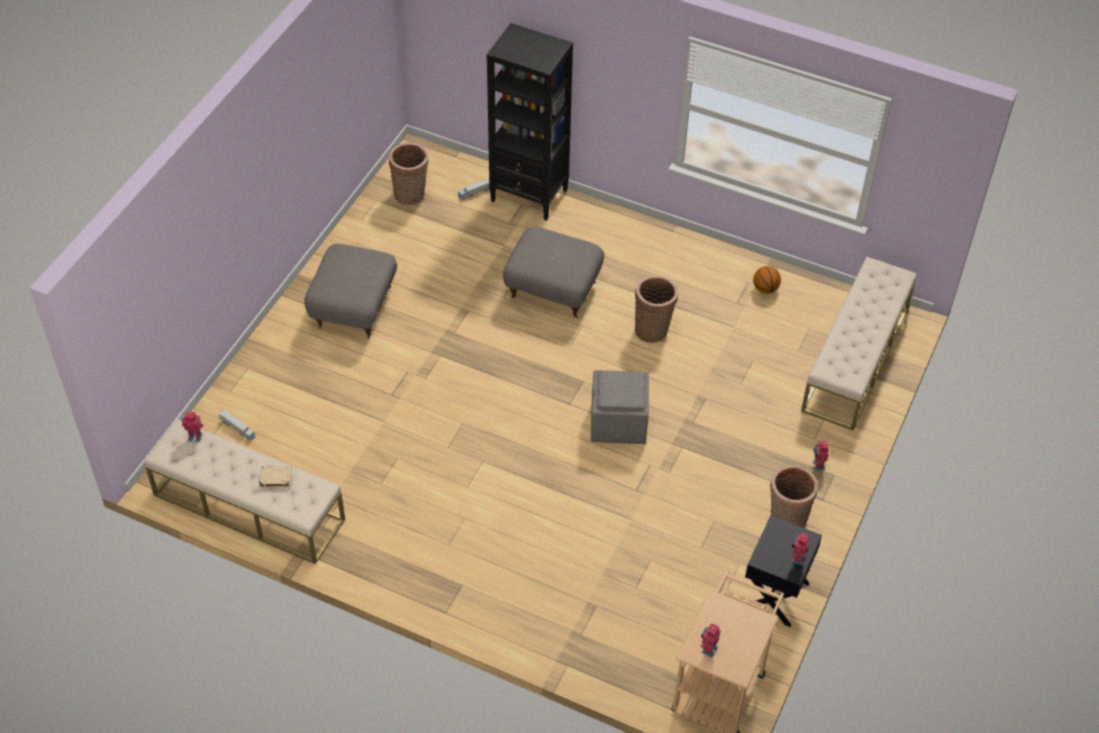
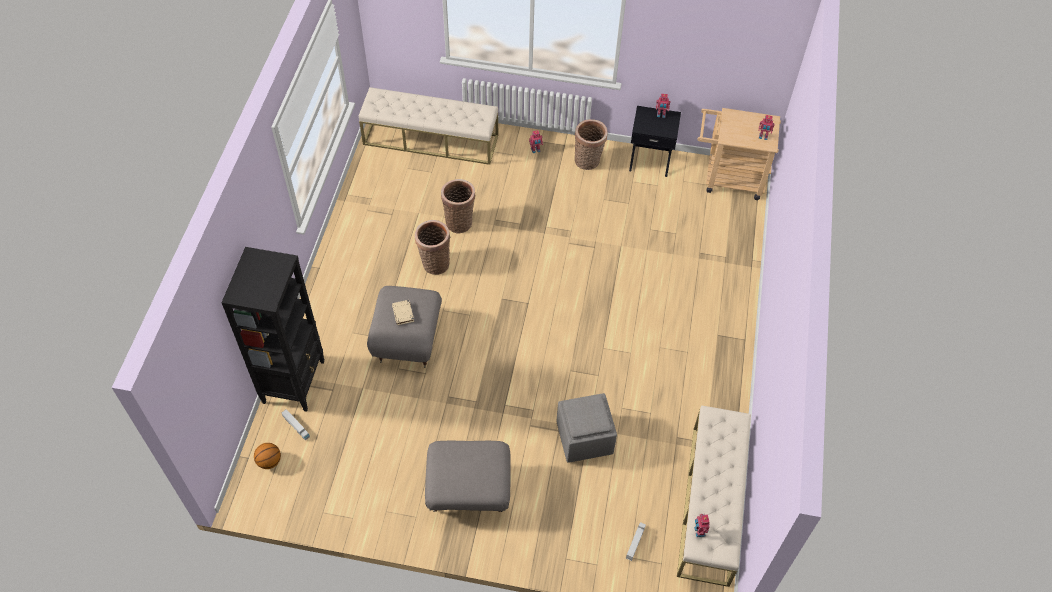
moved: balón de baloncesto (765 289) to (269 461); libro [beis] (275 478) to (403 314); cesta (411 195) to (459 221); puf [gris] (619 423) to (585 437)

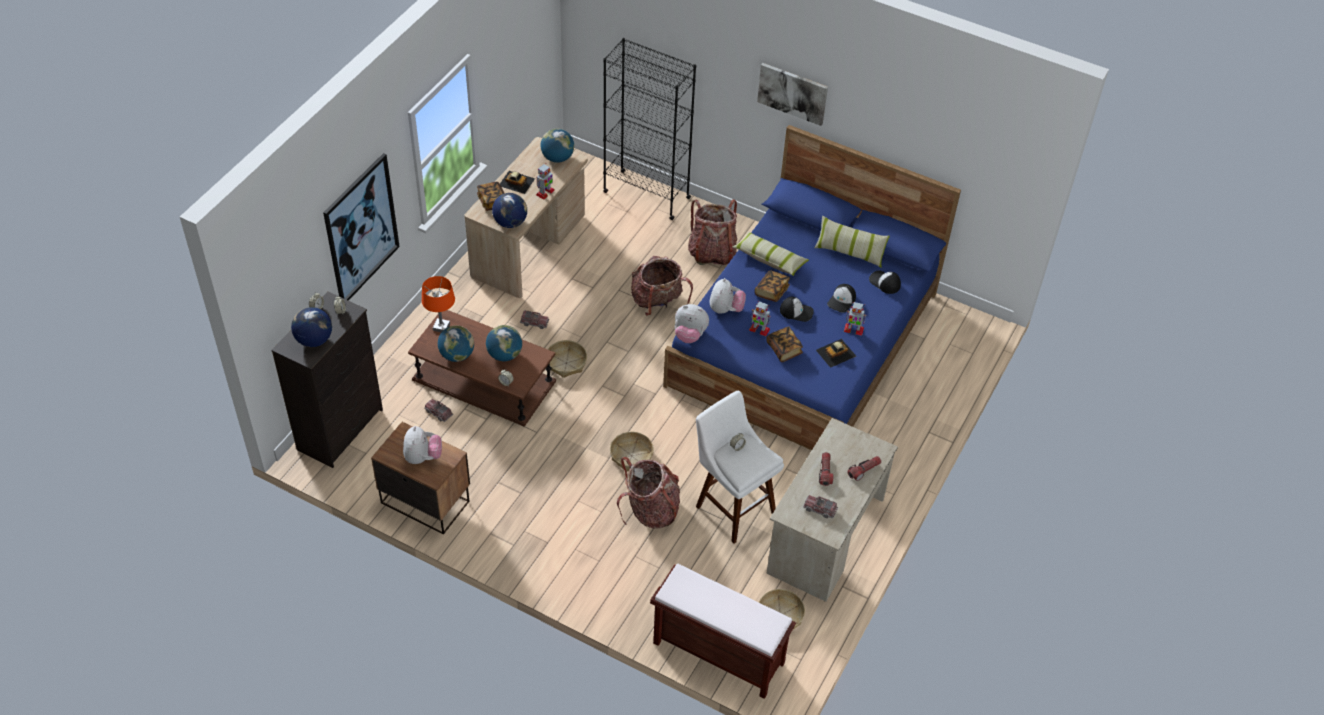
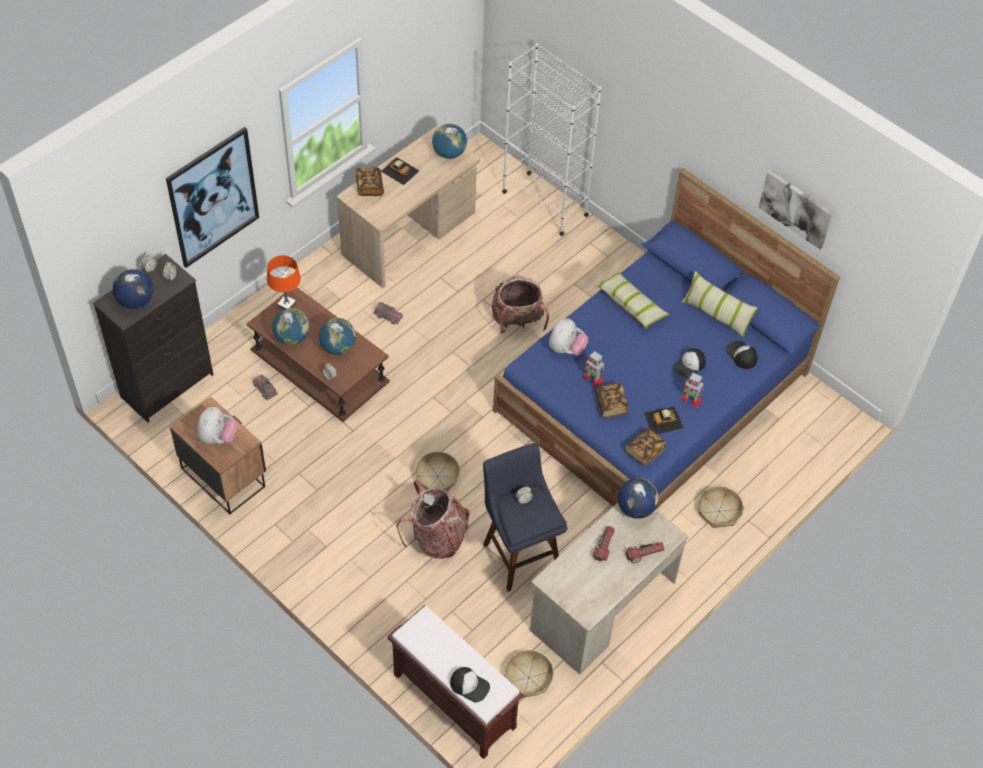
removed: robot de juguete (545 192); peluche (690 335); mochila (712 252); camión de juguete (820 509)
moved: gorra (796 311) to (470 685); globo terráqueo (510 222) to (636 508); libro (771 291) to (644 451); cesta (566 363) to (719 511); cuadro (792 93) to (796 208)
recoloured: taburete [blanco] (732 506) to taburete [azul] (519 552); estantería [negro] (646 194) to estantería [blanco] (544 203)

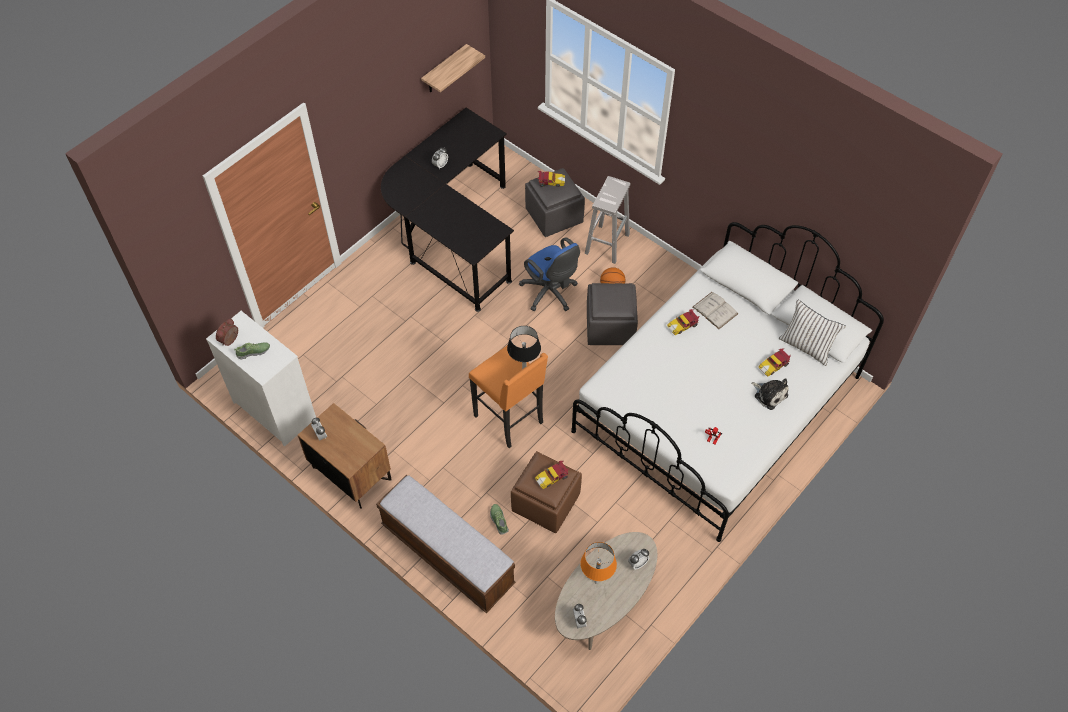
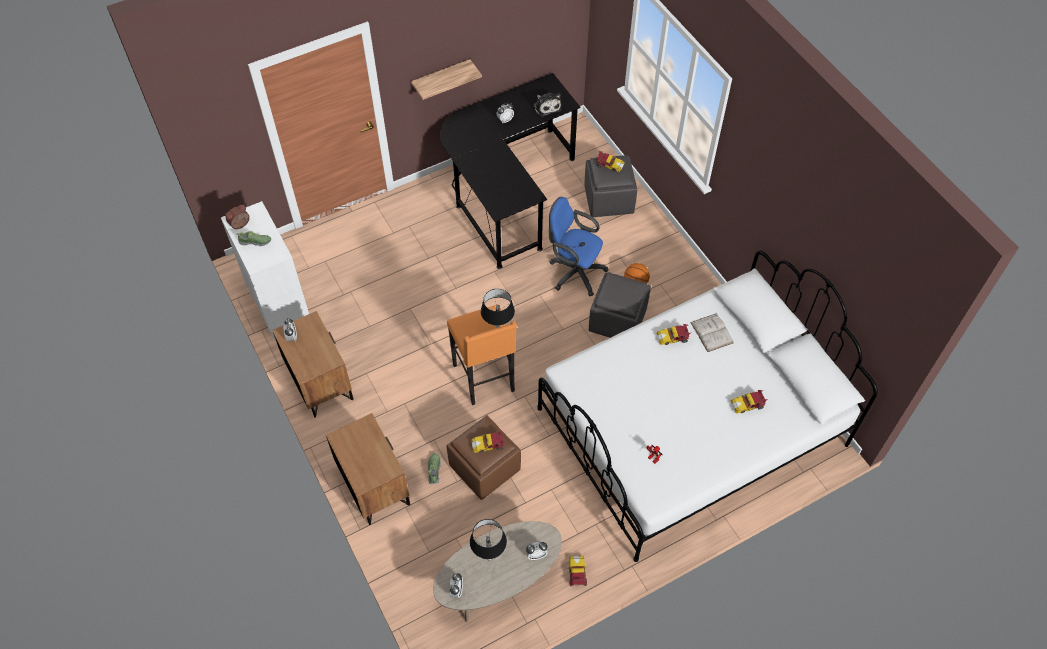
removed: taburete [blanco] (607 243); cojín [blanco] (806 346)
added: coche de juguete (577 574)
moved: estante (444 70) to (441 79); peluche (769 394) to (546 106)
replaced: banco (447 554) to mesita de noche [marrón] (373 486)
recoloured: lámpara de mesa [naranja] (596 581) to lámpara de mesa [negro] (489 558)
turned: silla de oficina [azul] (550 294) = (574 272) 135 degrees clockwise

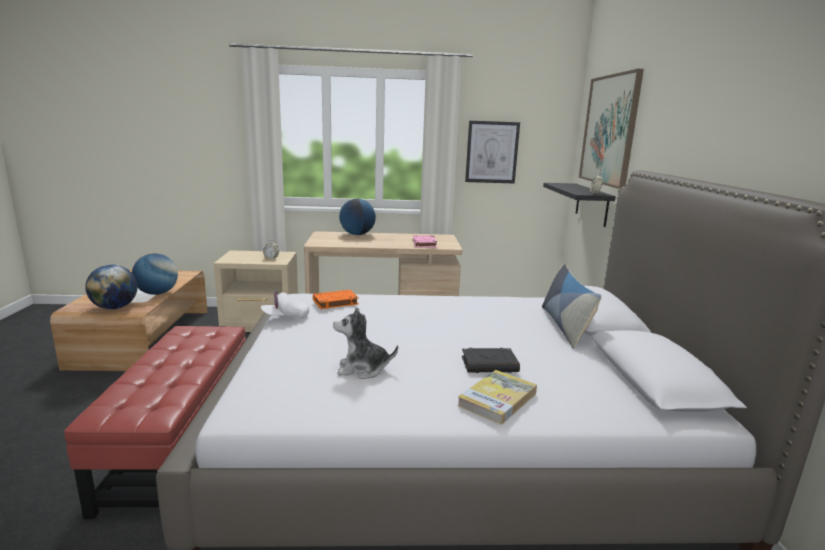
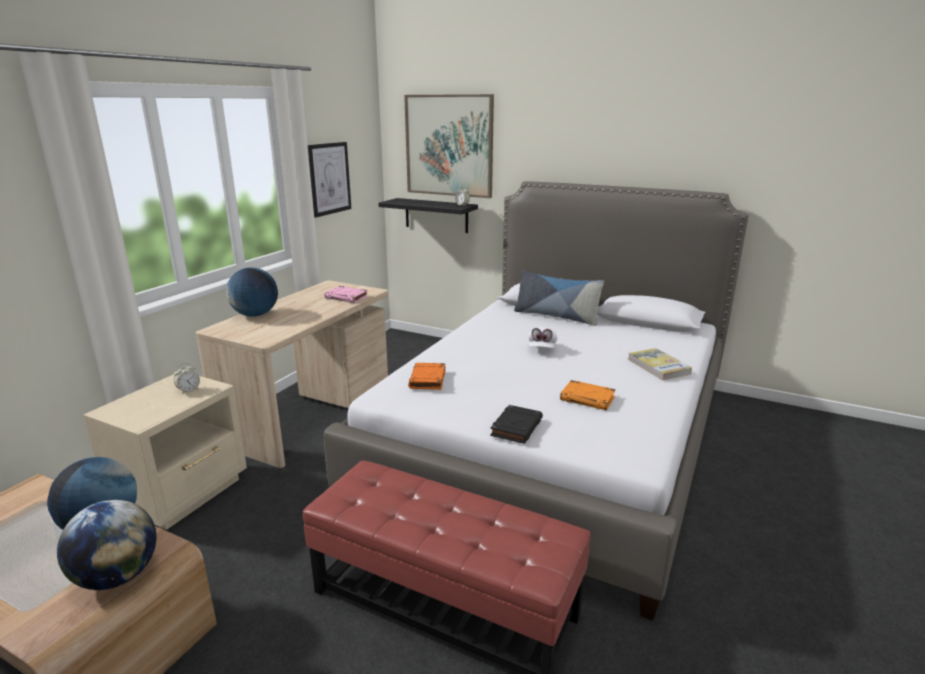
moved: libro [negro] (490 364) to (516 427); gorra [blanco] (285 317) to (541 348)
replaced: peluche (362 369) to libro [naranja] (588 399)

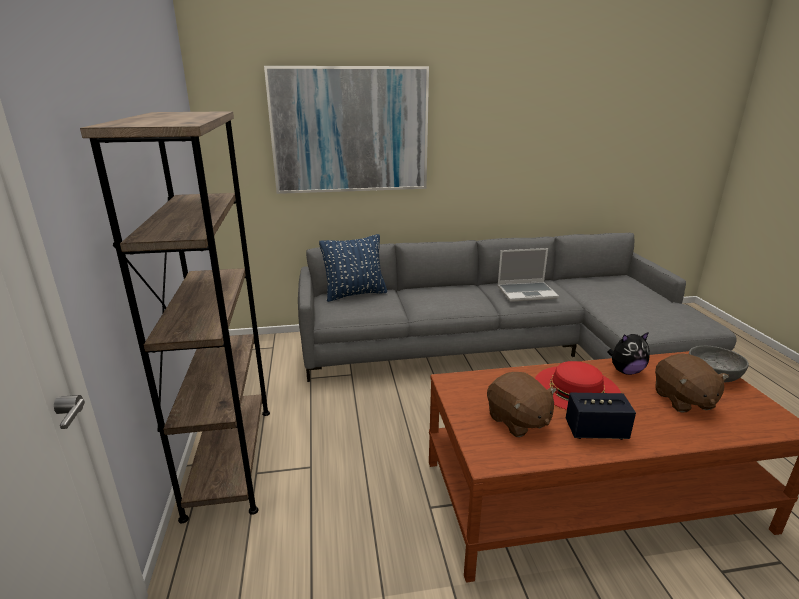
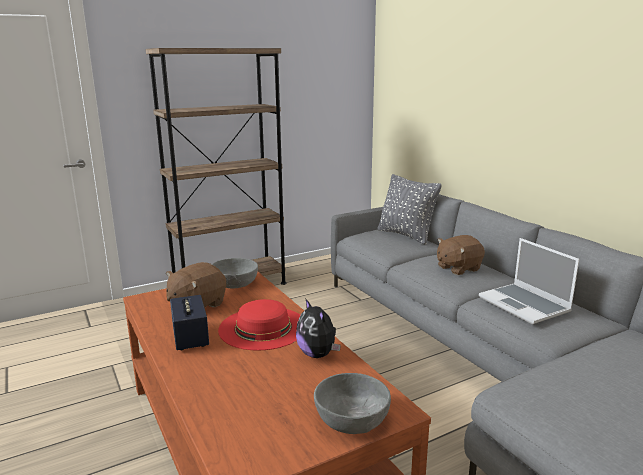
removed: cuadro (350 130)
added: cuenco [gris] (235 283)
moved: peluche [marrón] (683 400) to (458 268)
recoloured: cojín [azul] (355 294) to cojín [gris] (406 235)

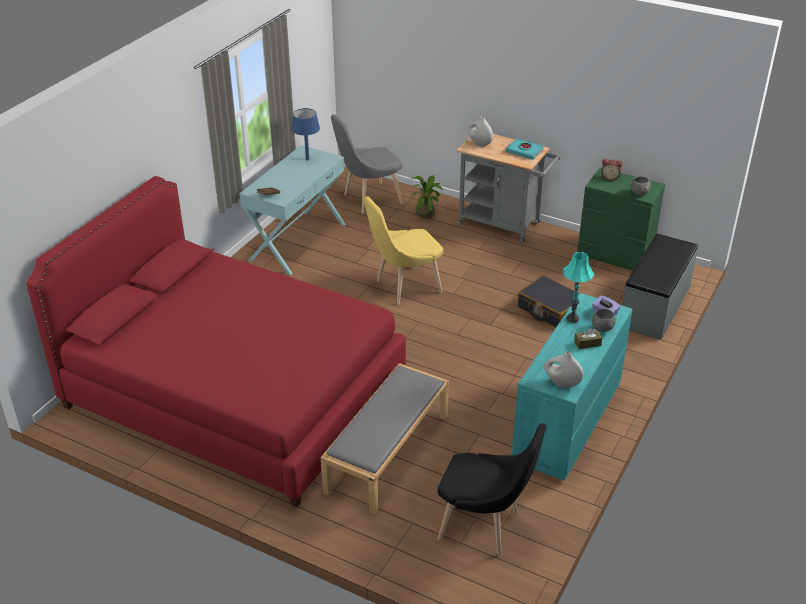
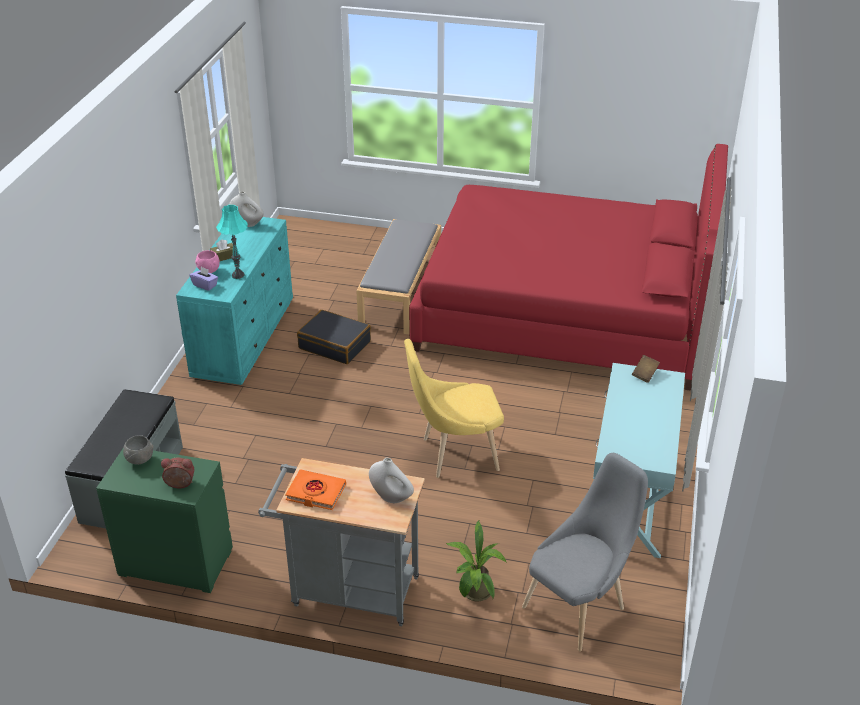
removed: lámpara de mesa [azul] (307 159); silla [negro] (484 526)
moved: maleta [negro] (550 309) to (335 345)
recoloured: cuenco [gris] (602 329) to cuenco [rosa] (208 271); libro [turquesa] (524 151) to libro [naranja] (316 493)
turned: silla [amarillo] (404 287) = (454 454) 150 degrees counterclockwise

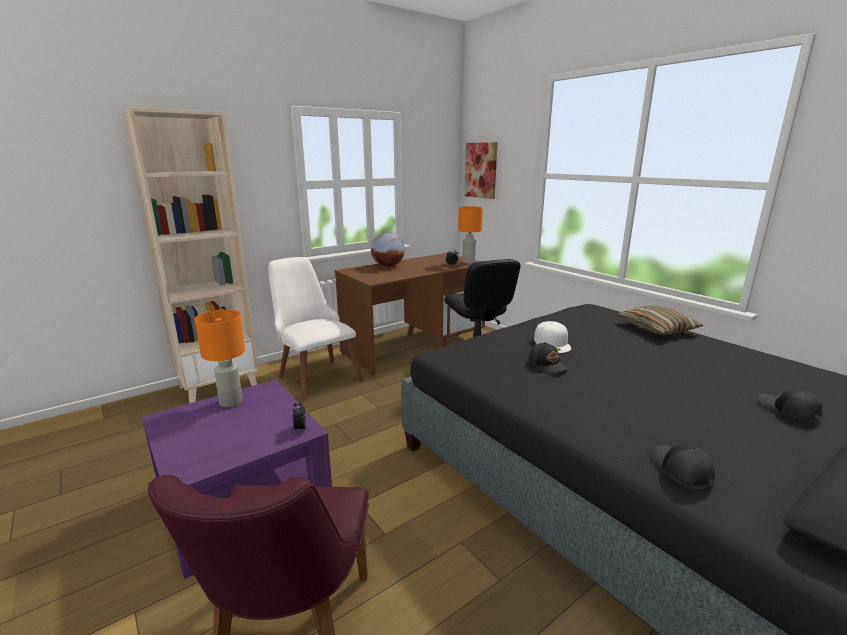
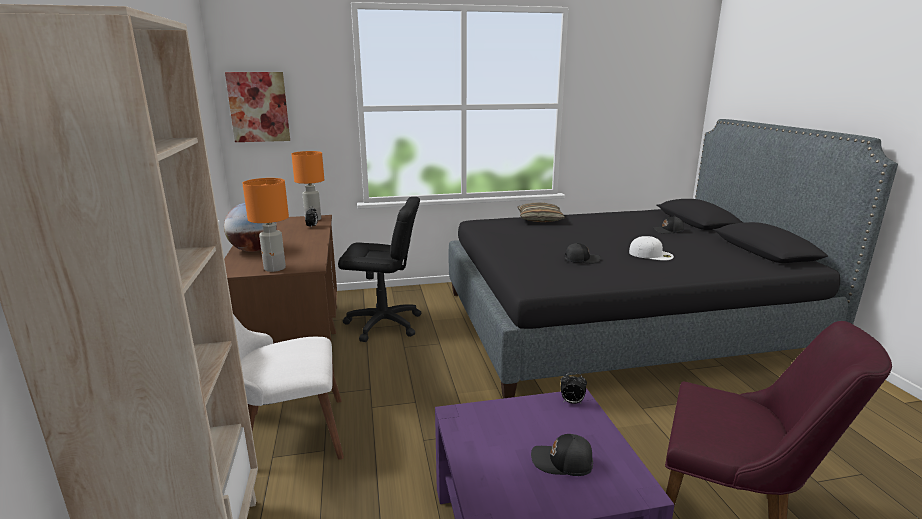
moved: lámpara de mesa [naranja] (231 402) to (275 268); gorra [negro] (679 470) to (562 462); gorra [blanco] (552 343) to (651 254)

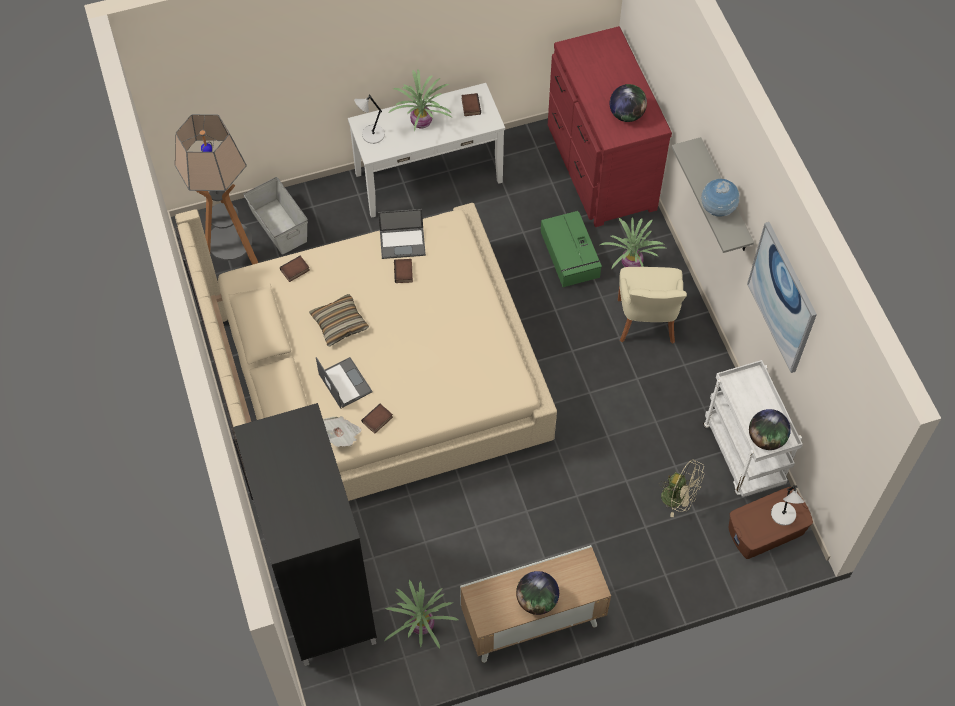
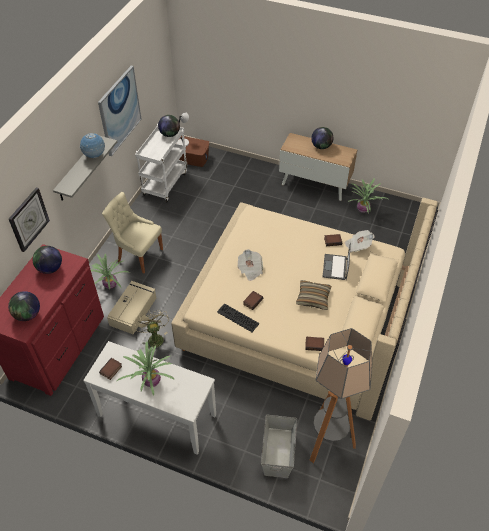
removed: armario ropero [negro] (322 593); lámpara de mesa [gris] (372 135)
added: globo terráqueo (28 315); reloj de pared (28 219); periódico (250 270)
moved: ventilador [beis] (678 498) to (154 338)
replaced: portátil (403 242) to teclado (237 318)
recoloured: caja de almacenaje [verde] (570 255) to caja de almacenaje [beis] (133 310)
turned: silla [beis] (646 323) = (138 255) 105 degrees counterclockwise

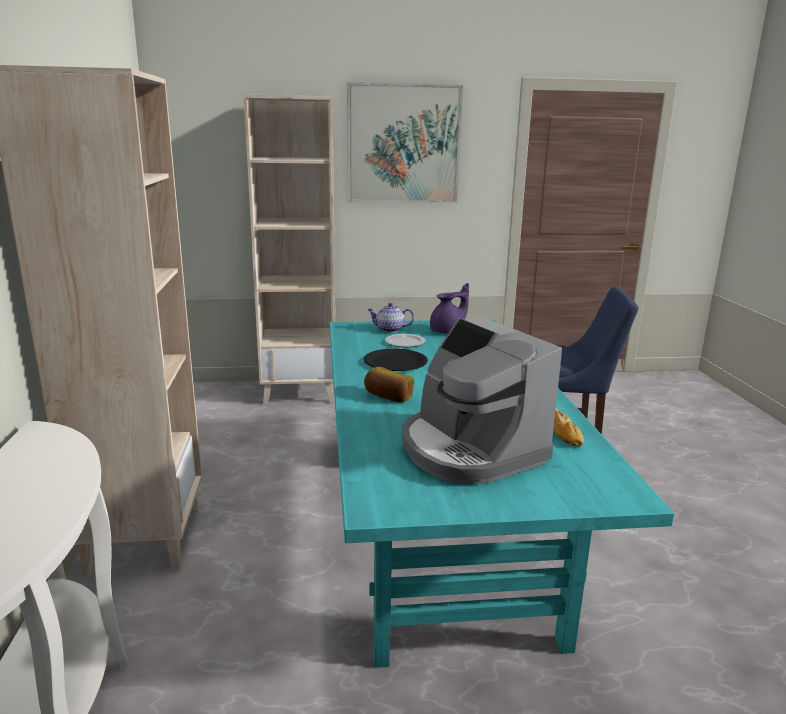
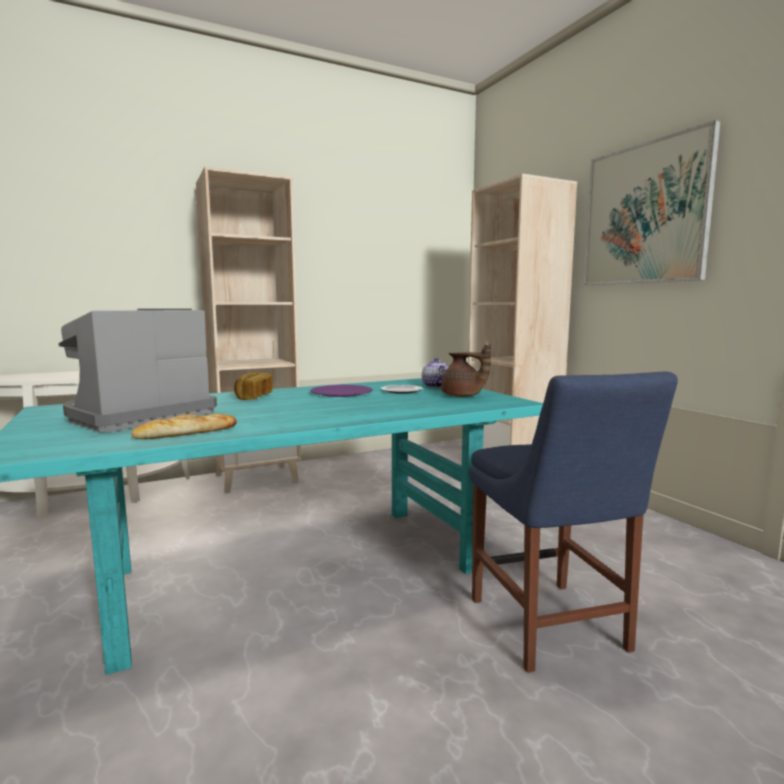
recoloured: plato [negro] (395 362) to plato [morado] (341 393); tetera [morado] (448 331) to tetera [marrón] (462 396)

